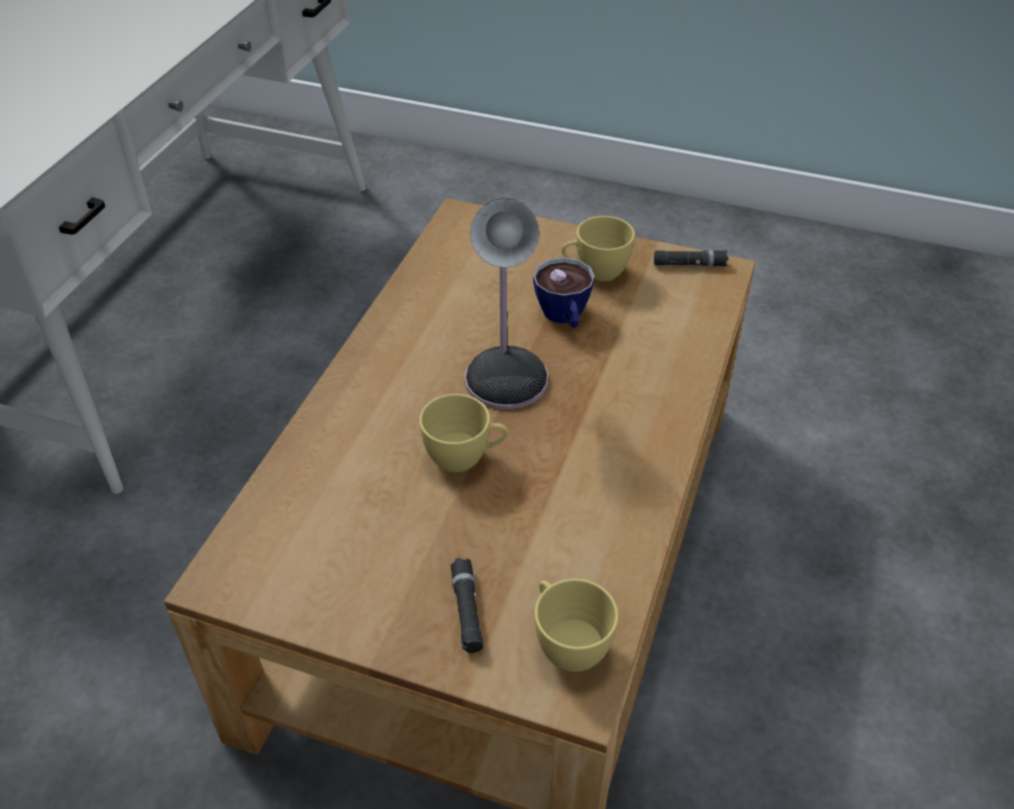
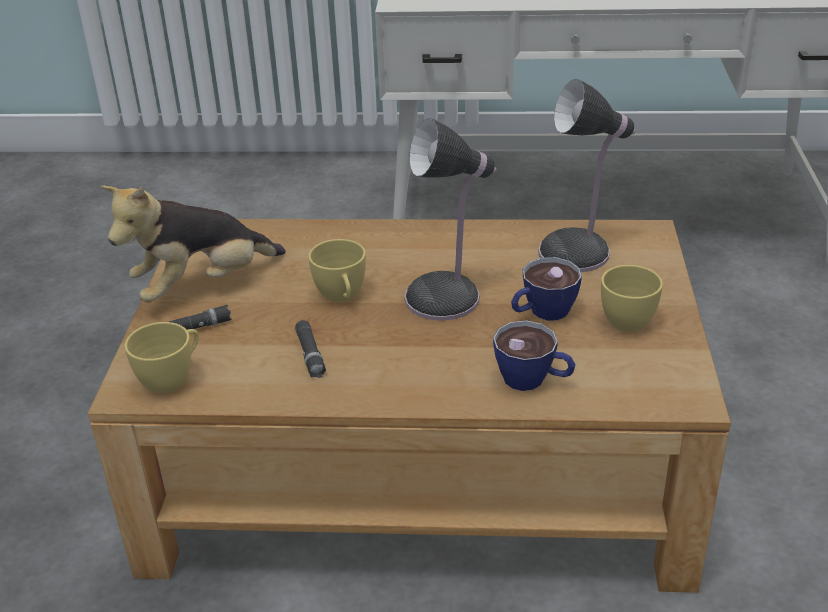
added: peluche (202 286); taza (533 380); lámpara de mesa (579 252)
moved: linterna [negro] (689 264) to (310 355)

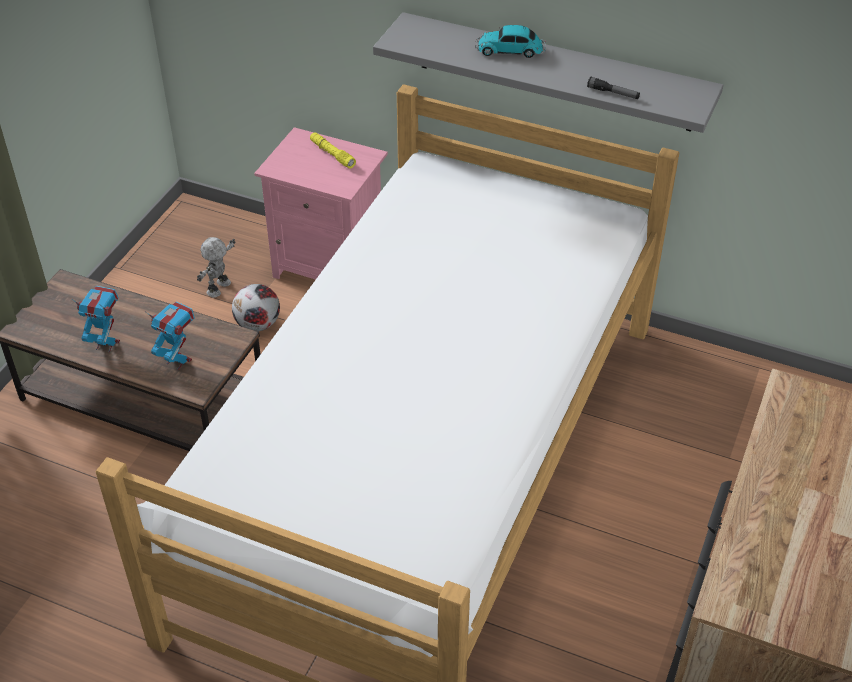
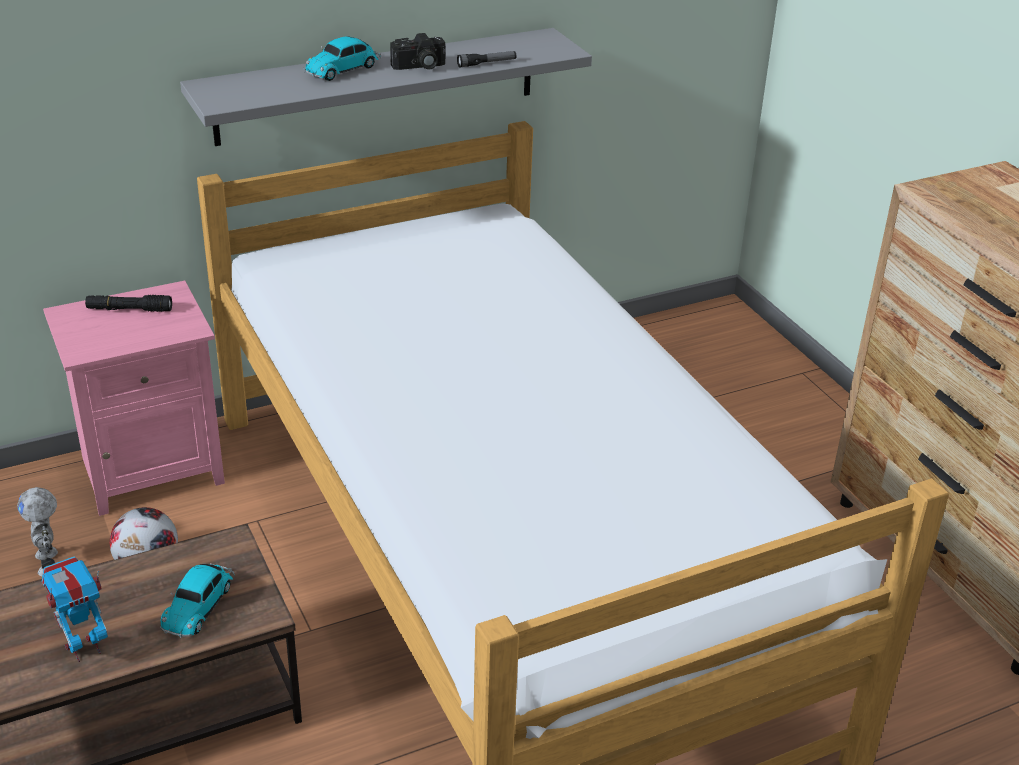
added: cámara (419 67)
replaced: robot de juguete (178 360) to coche de juguete (199 605)
recoloured: linterna [amarillo] (332 154) to linterna [negro] (129 309)

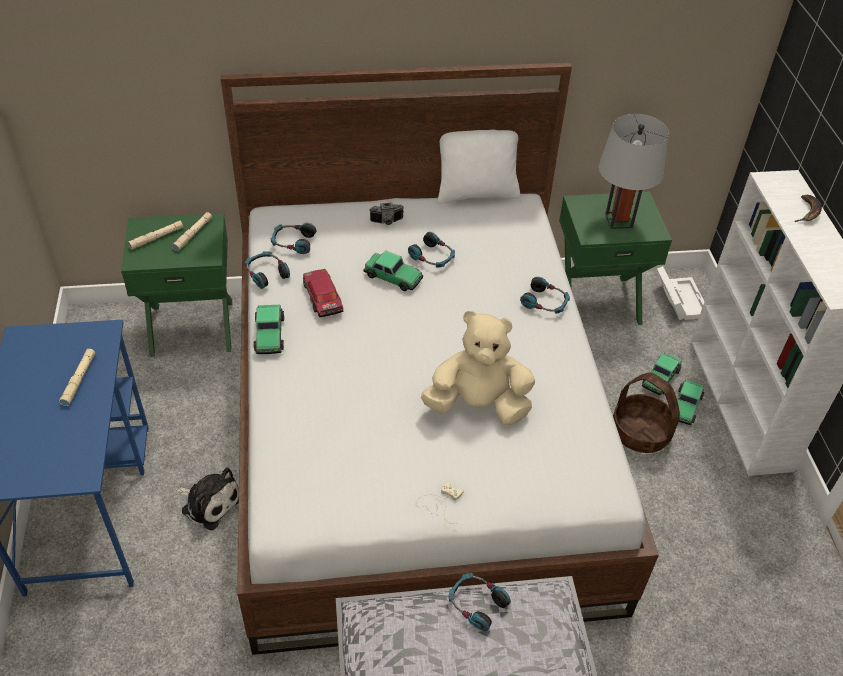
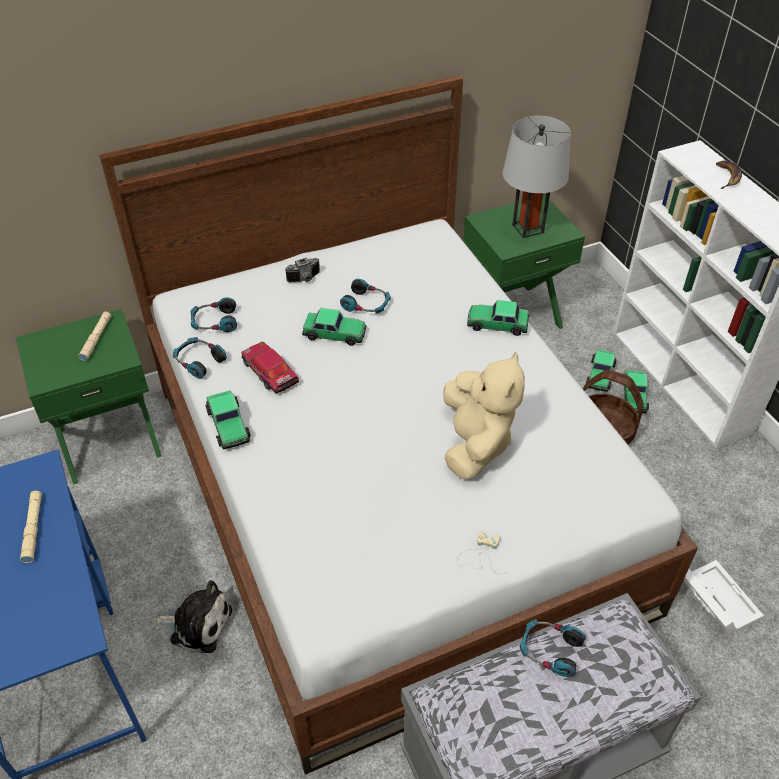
removed: linterna [beis] (156 238); cojín [blanco] (476 193)
moved: caja de almacenaje [blanco] (679 299) to (713 600)
replaced: auriculares (545 302) to coche de juguete (497 324)
turned: peluche [beis] (478 405) = (475 444) 105 degrees clockwise

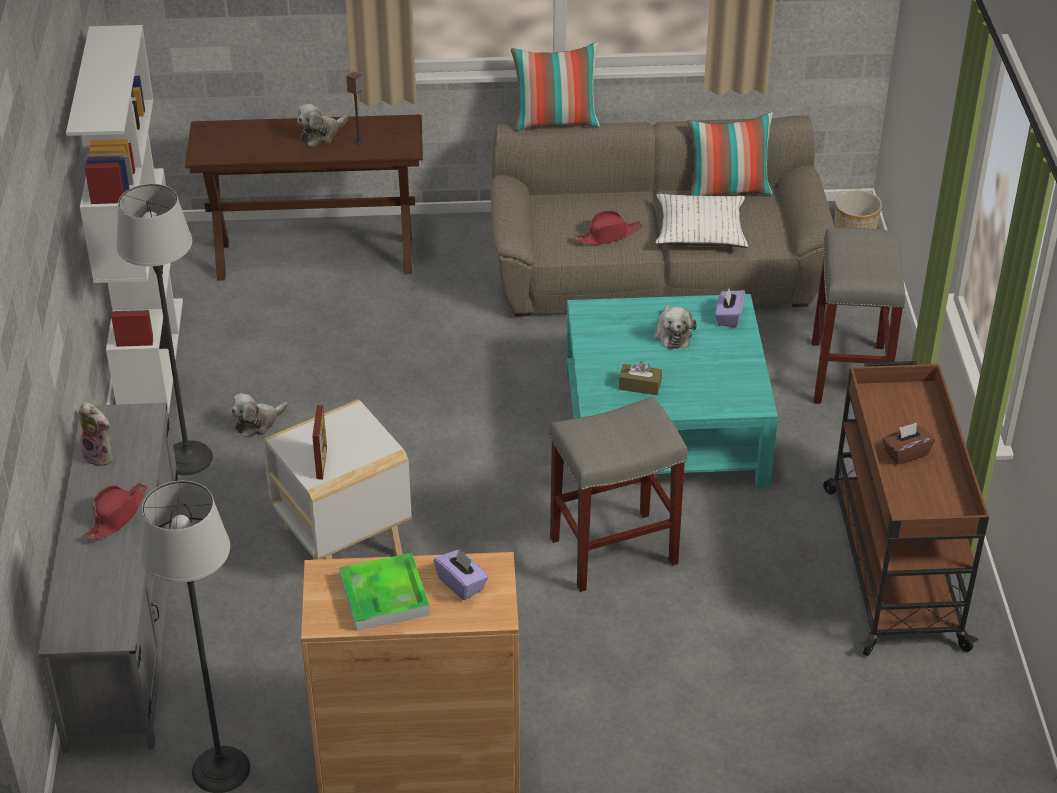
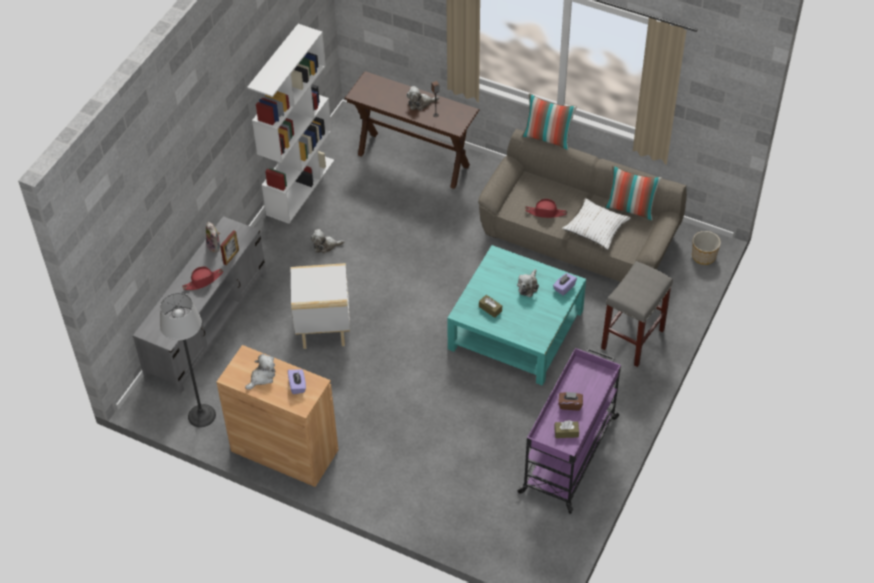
removed: lámpara de pie (188 458); taburete [gris] (612 552)
added: caja de pañuelos [marrón] (566 432)
moved: portarretratos (321 463) to (231 257)
replaced: bandeja (384 596) to peluche (262 377)
recoloured: carrito [marrón] (893 565) to carrito [morado] (570 453)

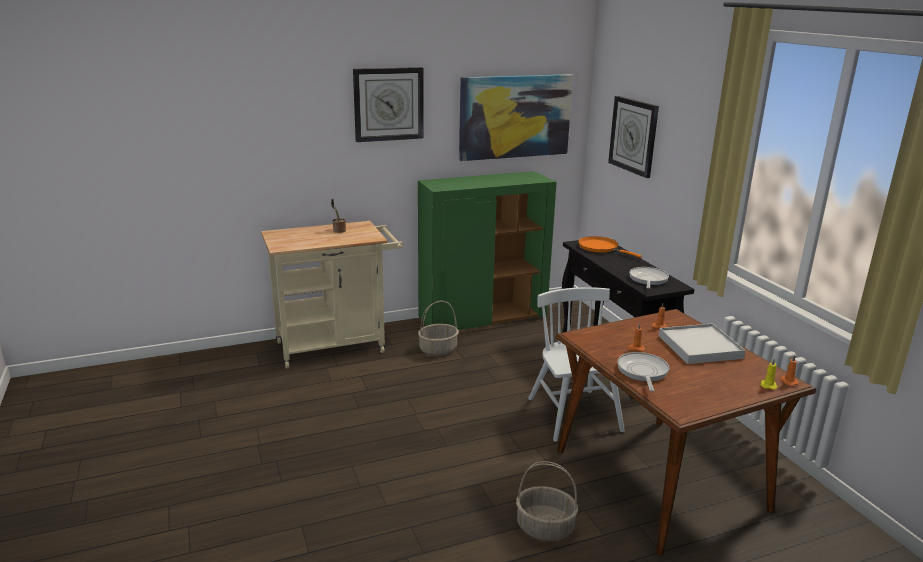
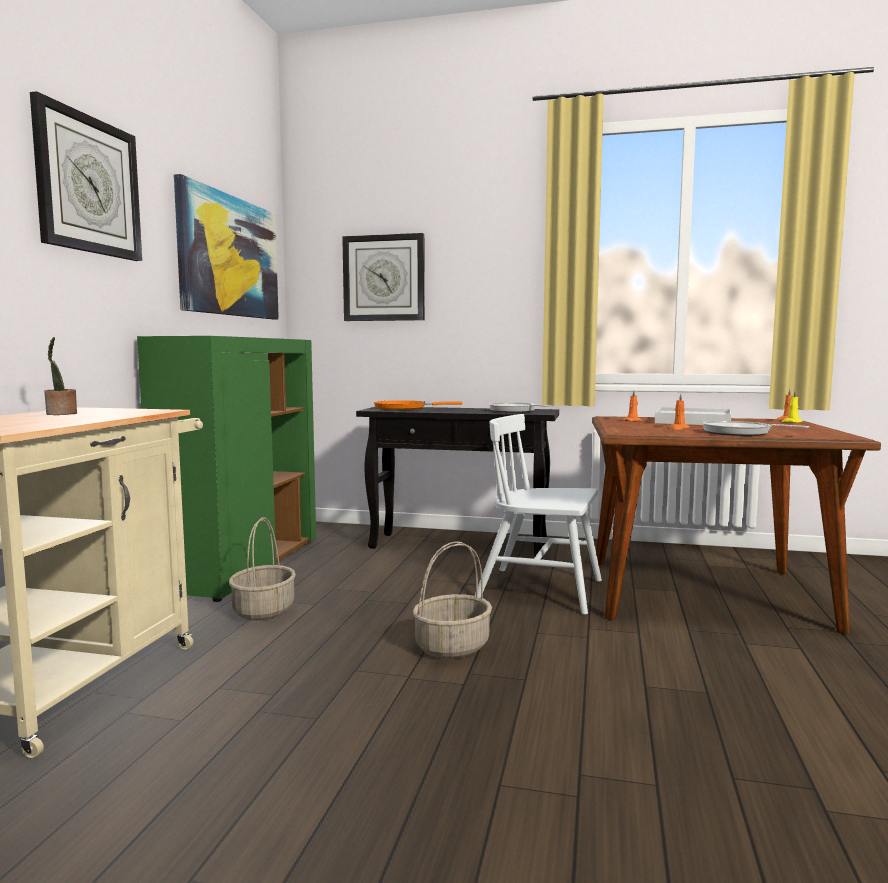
moved: cesta (545 527) to (452 646)

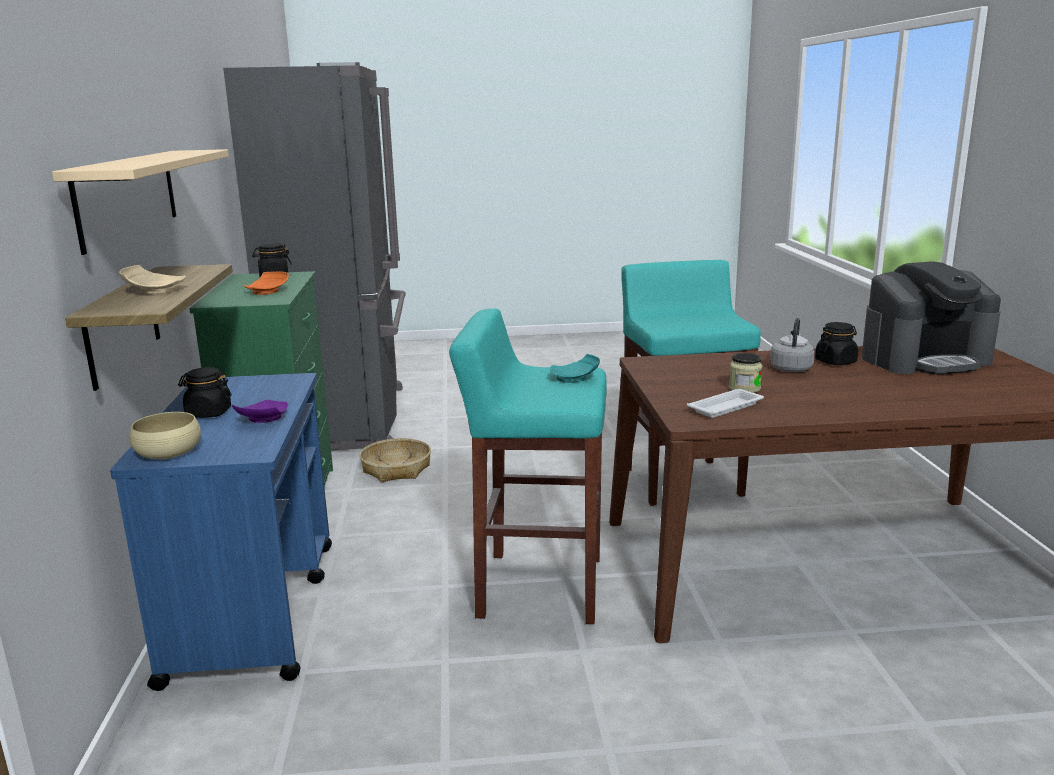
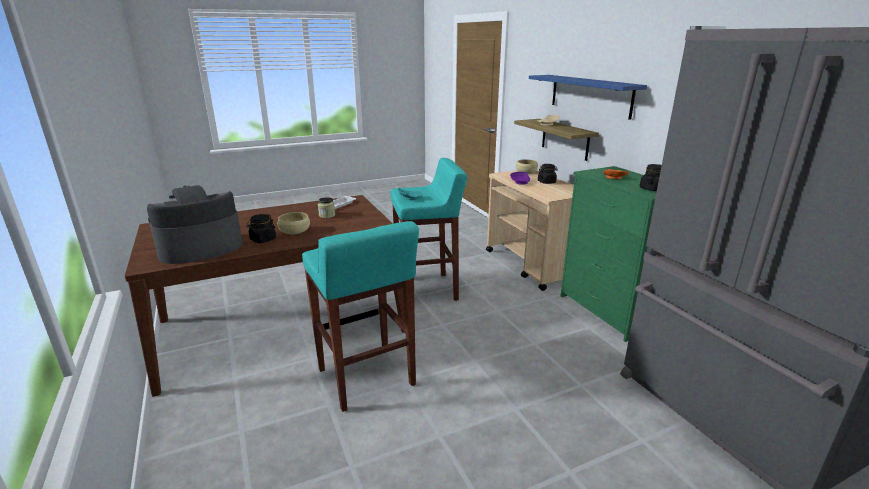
removed: cesta (396 469)
replaced: hervidor [gris] (791 368) to cuenco [beis] (295 231)
recoloured: carrito [azul] (254 608) to carrito [beis] (532 265); estante [beis] (128 196) to estante [azul] (590 95)

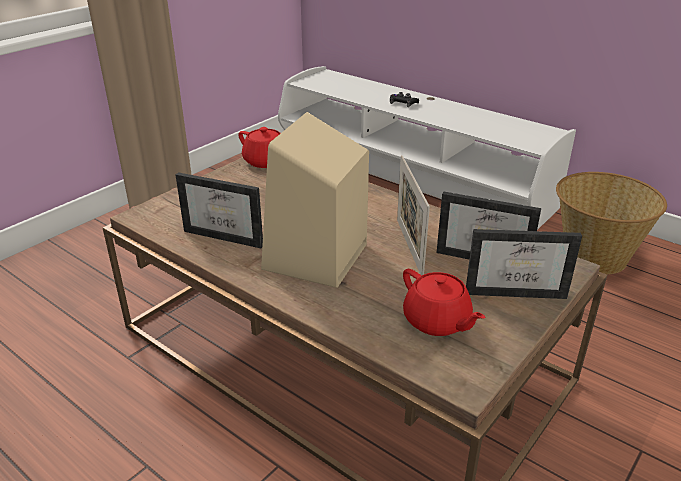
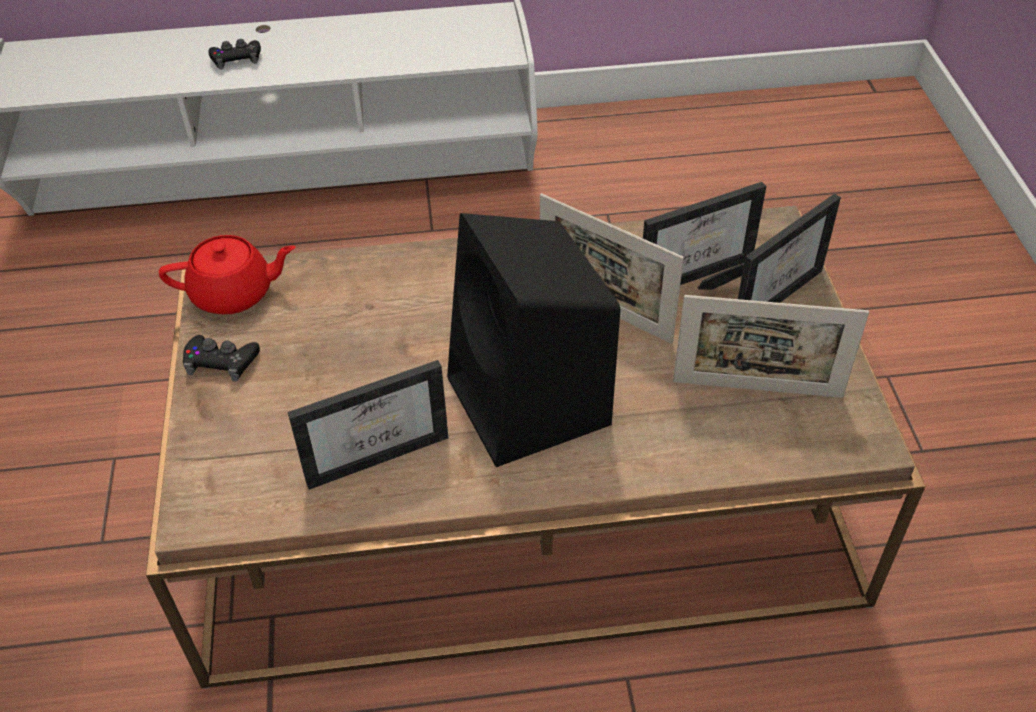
removed: cesta (594 256)
added: mando de consola [negro] (221 362)
replaced: tetera [rojo] (437 322) to portarretratos (757 389)
recoloured: altavoz [beis] (315 258) to altavoz [negro] (531 403)

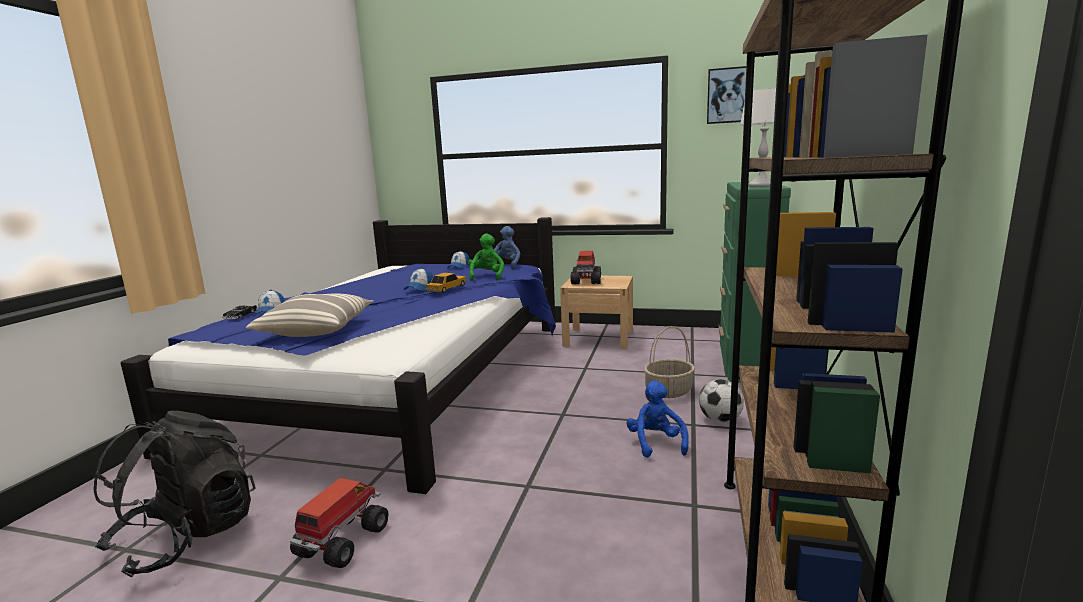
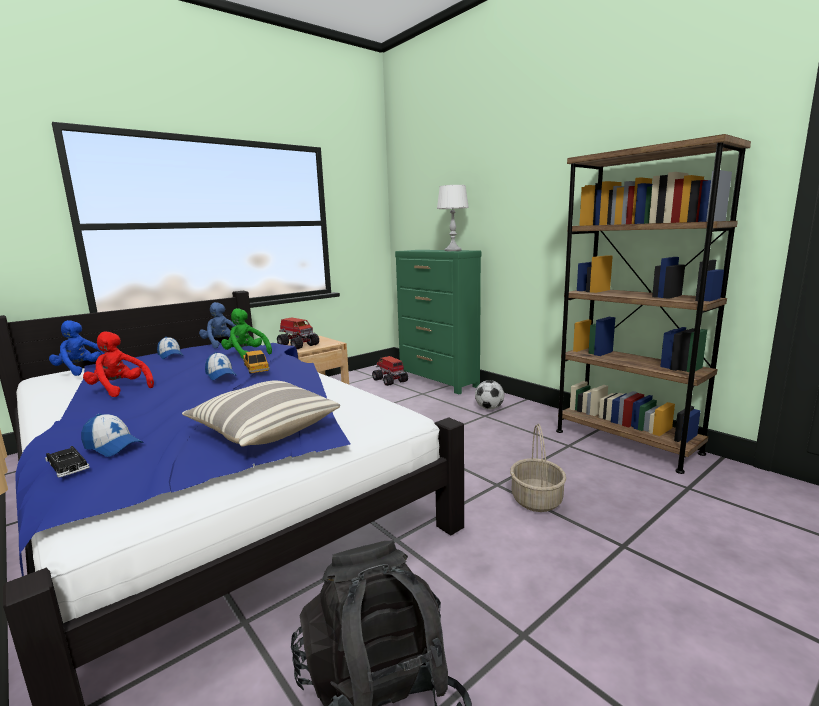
removed: cuadro (729 95)
added: peluche [rojo] (119 389)
moved: peluche [azul] (656 443) to (82 370); camión de juguete (341 542) to (390 381); cesta (668 391) to (537 500)

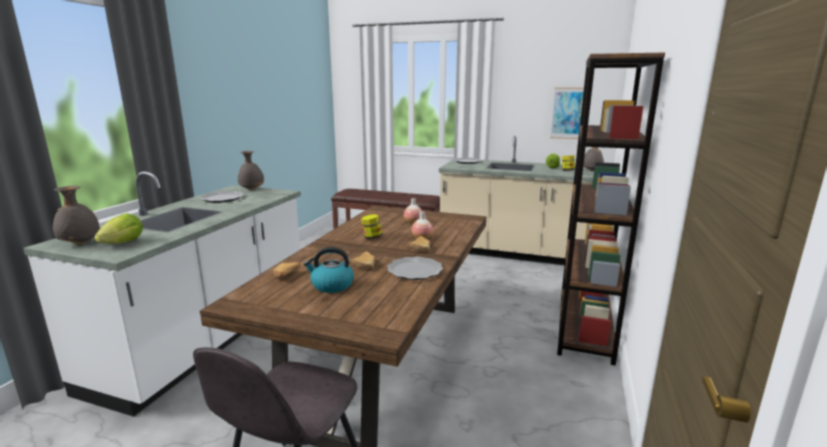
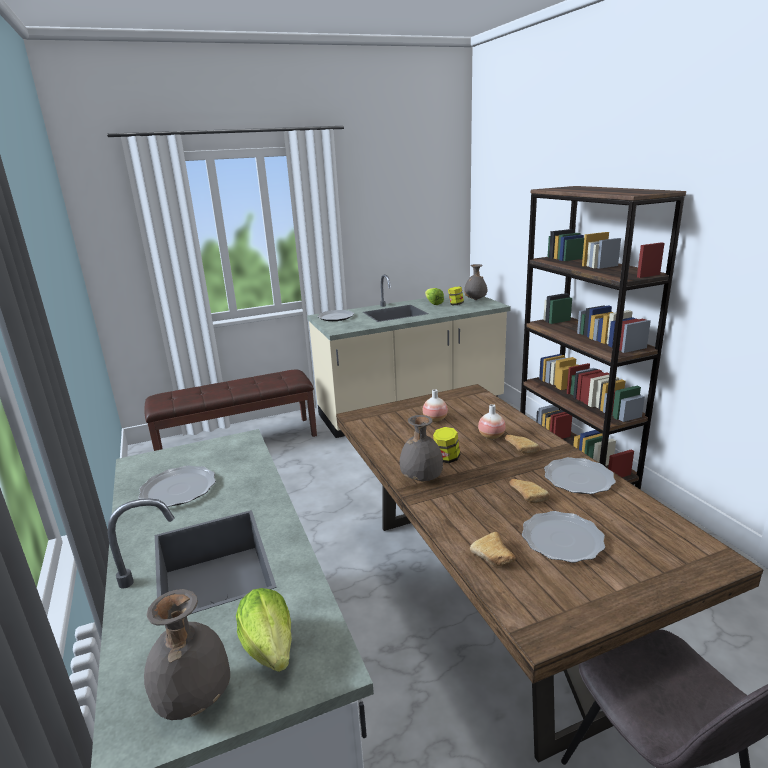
removed: cuadro (569 113)
moved: florero [gris] (252 189) to (421 479)
replaced: hervidor (331 285) to plato (563 539)

